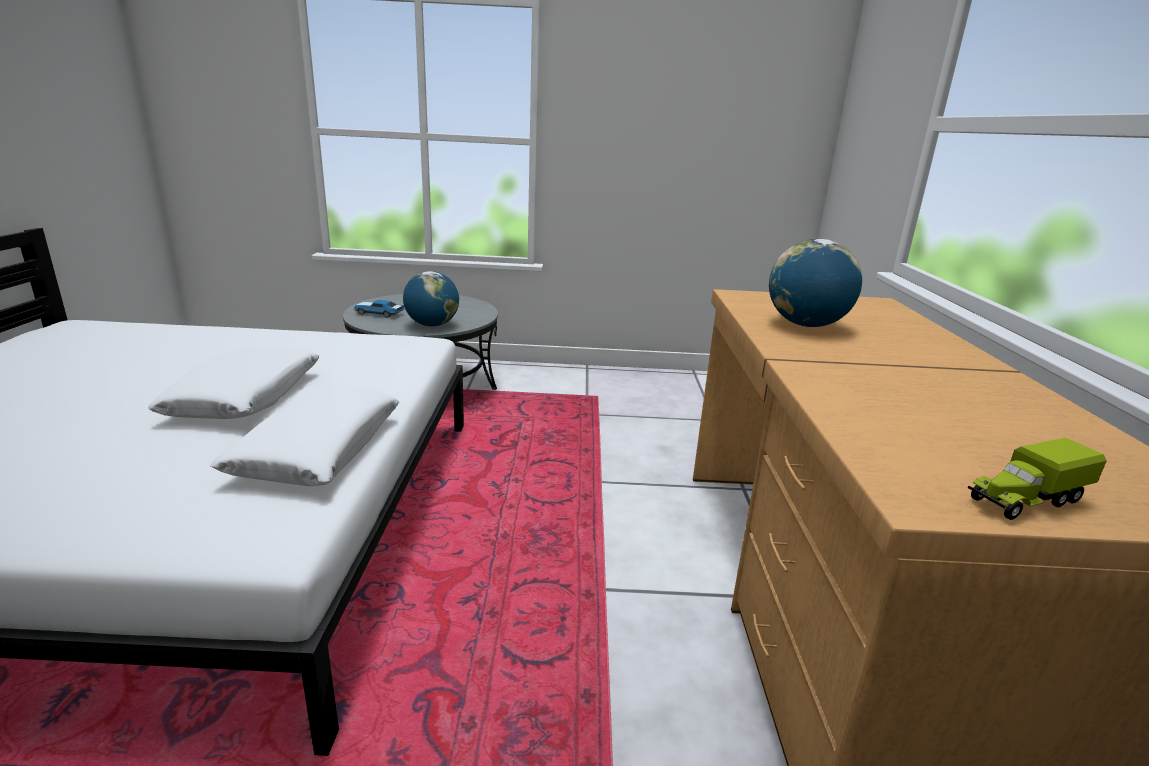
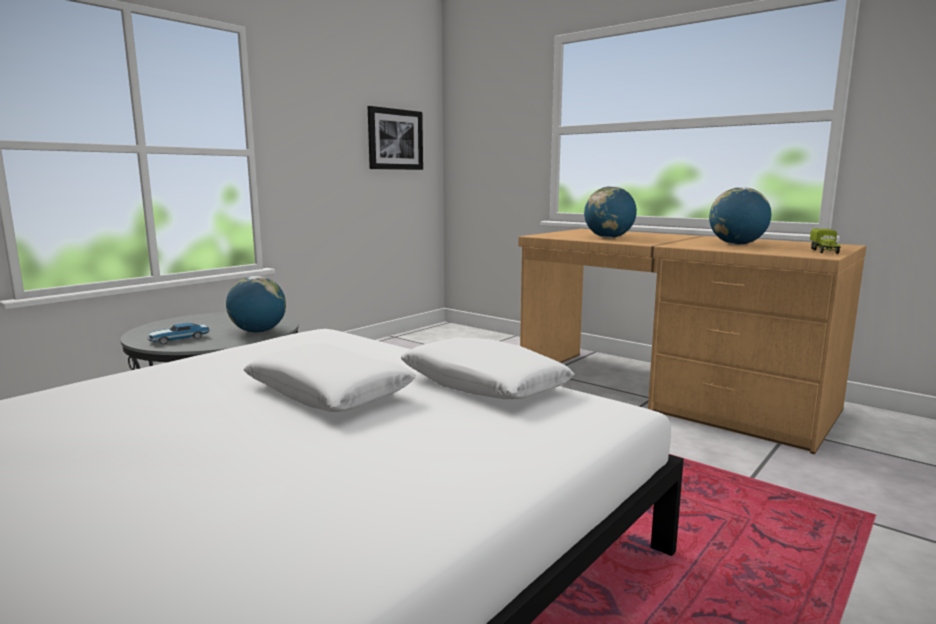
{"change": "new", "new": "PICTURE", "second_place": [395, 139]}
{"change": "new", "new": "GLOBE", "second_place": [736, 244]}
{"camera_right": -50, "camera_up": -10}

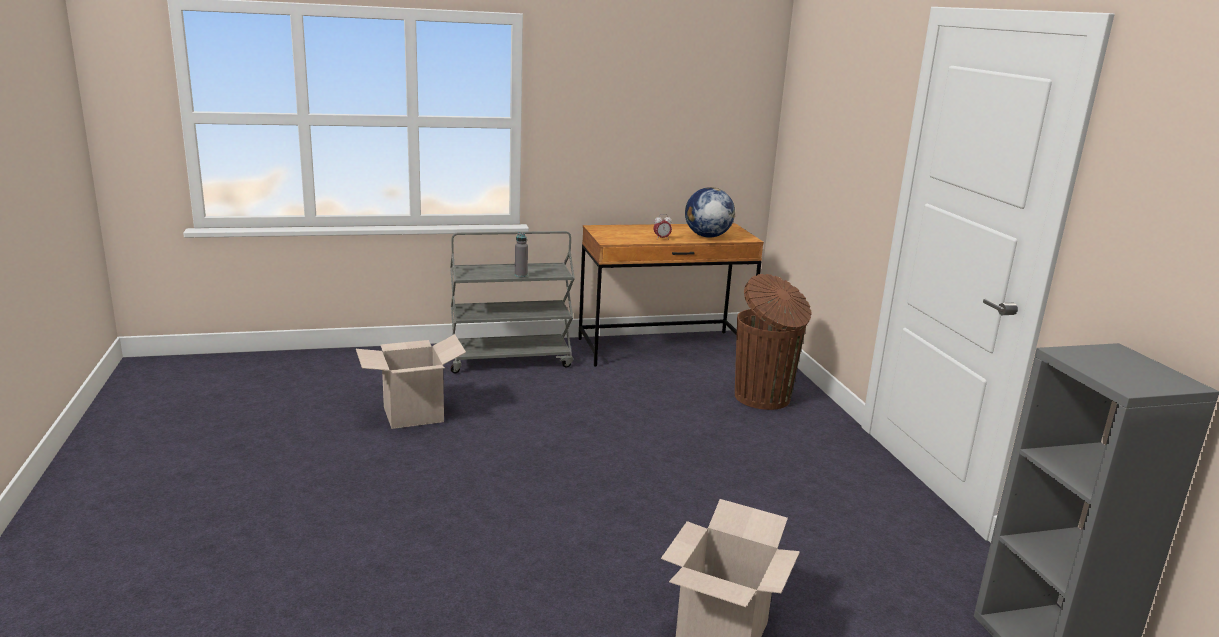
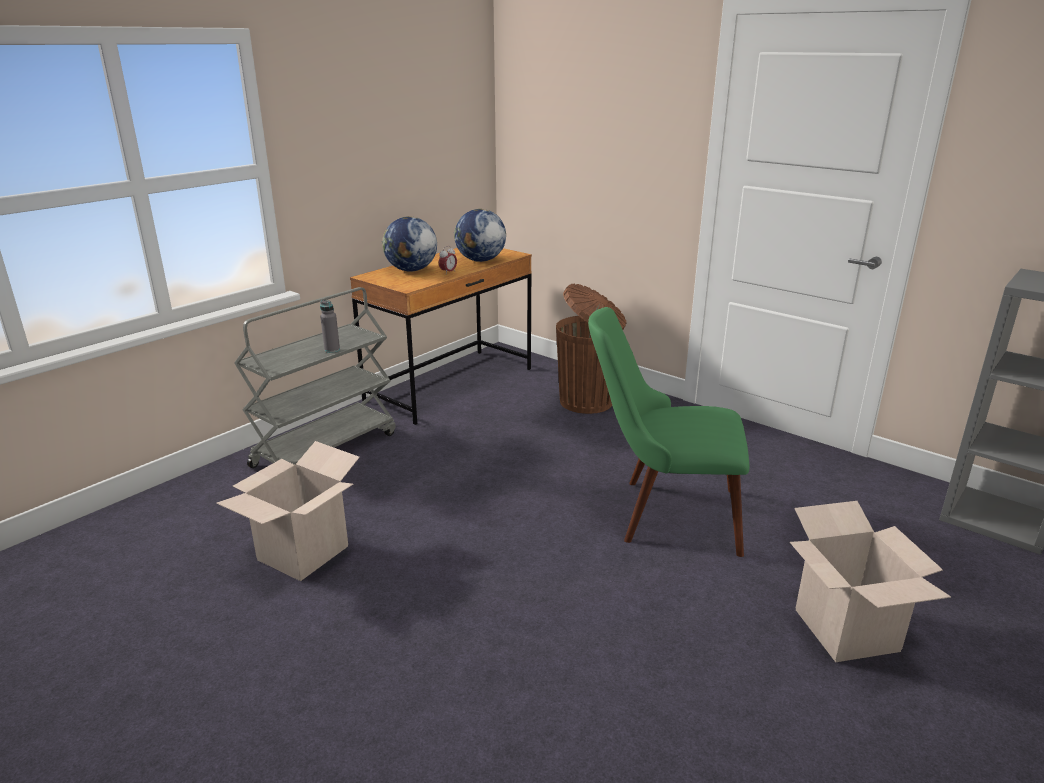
{"change": "new", "new": "GLOBE", "second_place": [411, 270]}
{"change": "new", "new": "GREEN CHAIR", "second_place": [662, 514]}
{"camera_right": -35, "camera_up": 5}

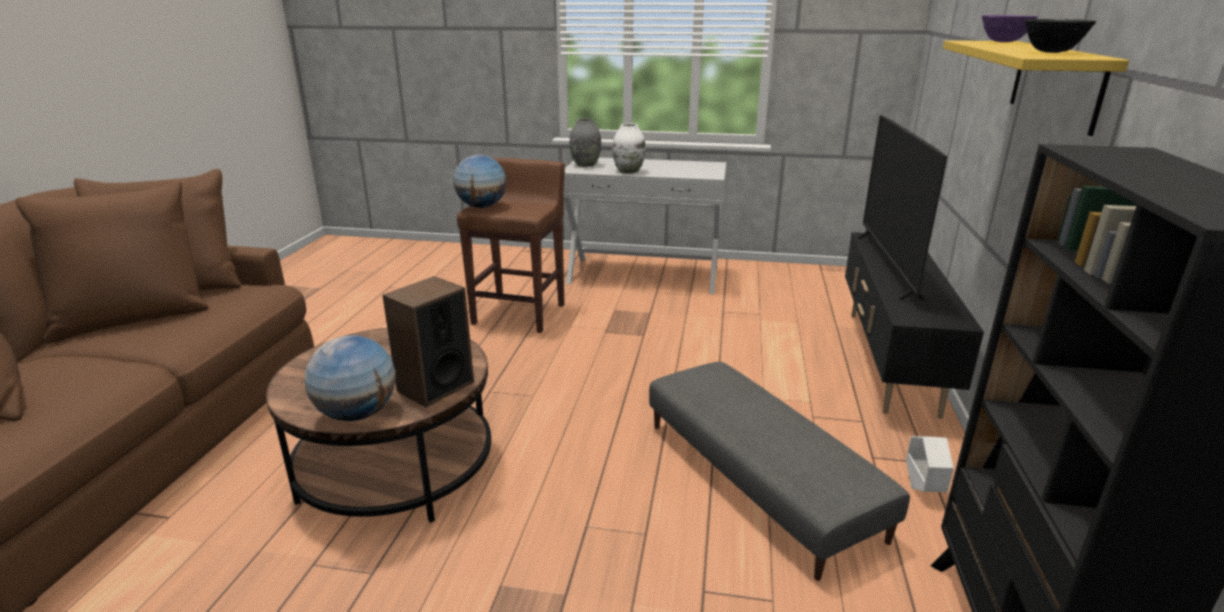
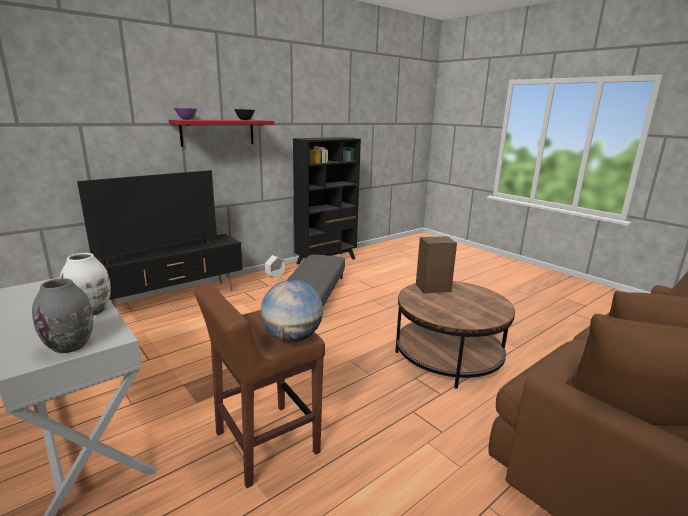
{"change": "gone", "old": "GLOBE", "first_place": [357, 414]}
{"change": "repainted", "old": "YELLOW SHELF", "new": "RED SHELF", "first_place": [1055, 83], "second_place": [218, 132]}
{"camera_right": -140, "camera_up": -5}

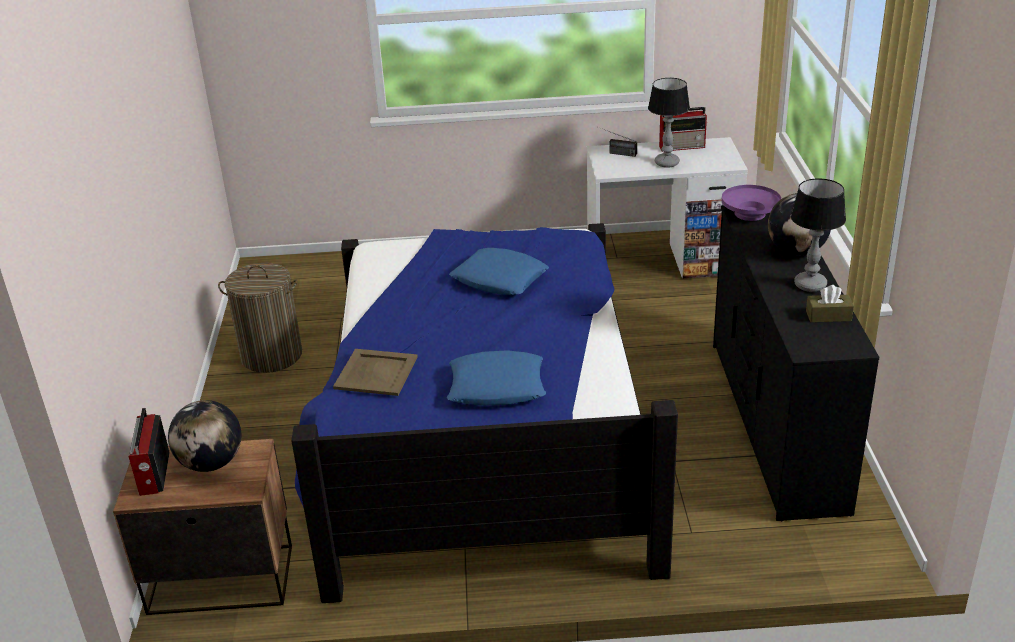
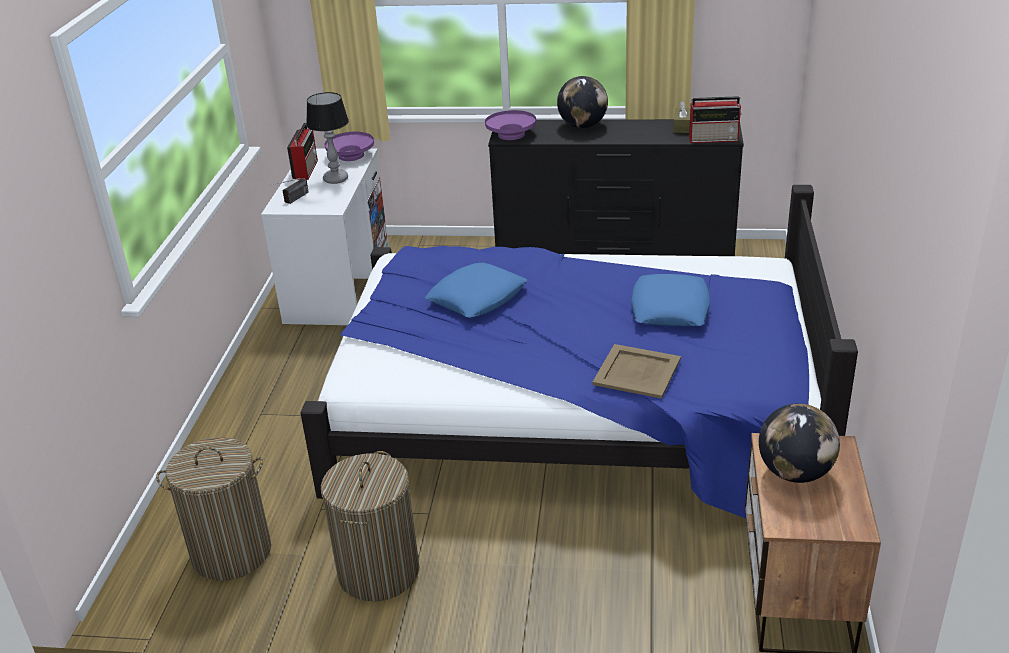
{"change": "gone", "old": "TABLE LAMP", "first_place": [810, 284]}
{"change": "new", "new": "LAUNDRY BASKET", "second_place": [231, 552]}
{"change": "new", "new": "PURPLE BOWL", "second_place": [351, 156]}
{"change": "shifted", "old": "RADIO", "first_place": [153, 474], "second_place": [714, 139]}
{"camera_right": -80, "camera_up": 0}

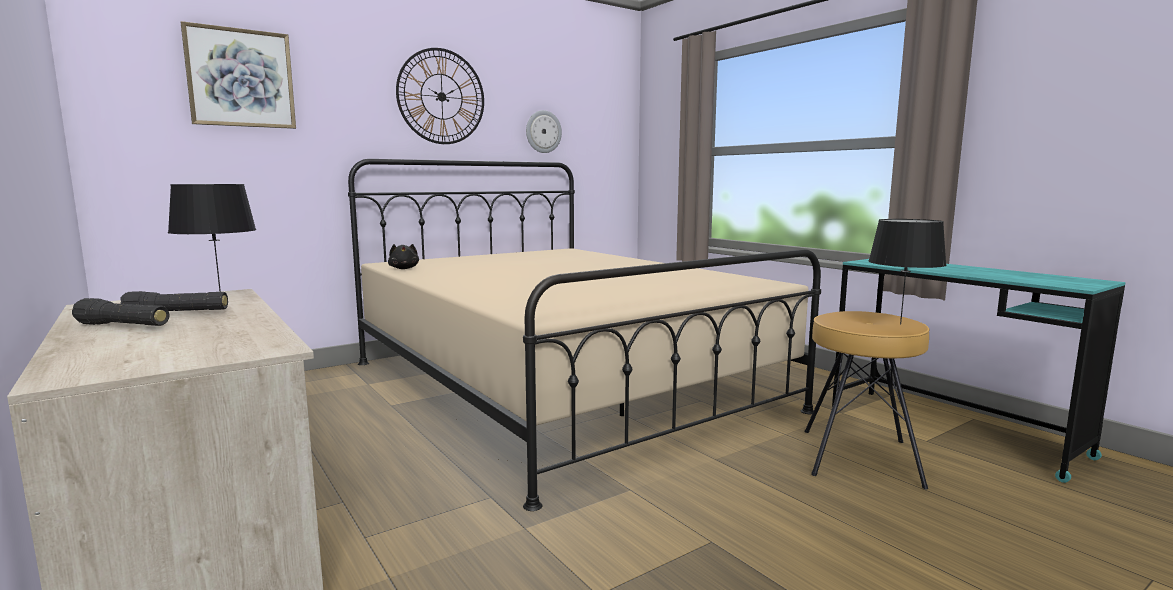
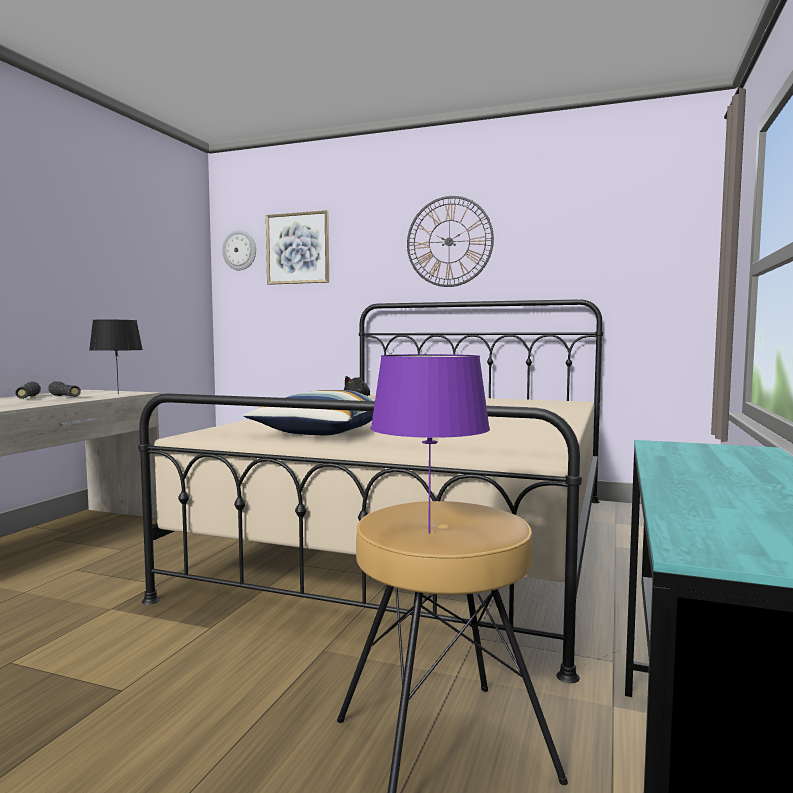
{"change": "new", "new": "PILLOW", "second_place": [322, 432]}
{"change": "shifted", "old": "WALL CLOCK", "first_place": [543, 131], "second_place": [240, 250]}
{"change": "repainted", "old": "BLACK TABLE LAMP", "new": "PURPLE TABLE LAMP", "first_place": [900, 324], "second_place": [430, 532]}
{"camera_right": 55, "camera_up": -5}

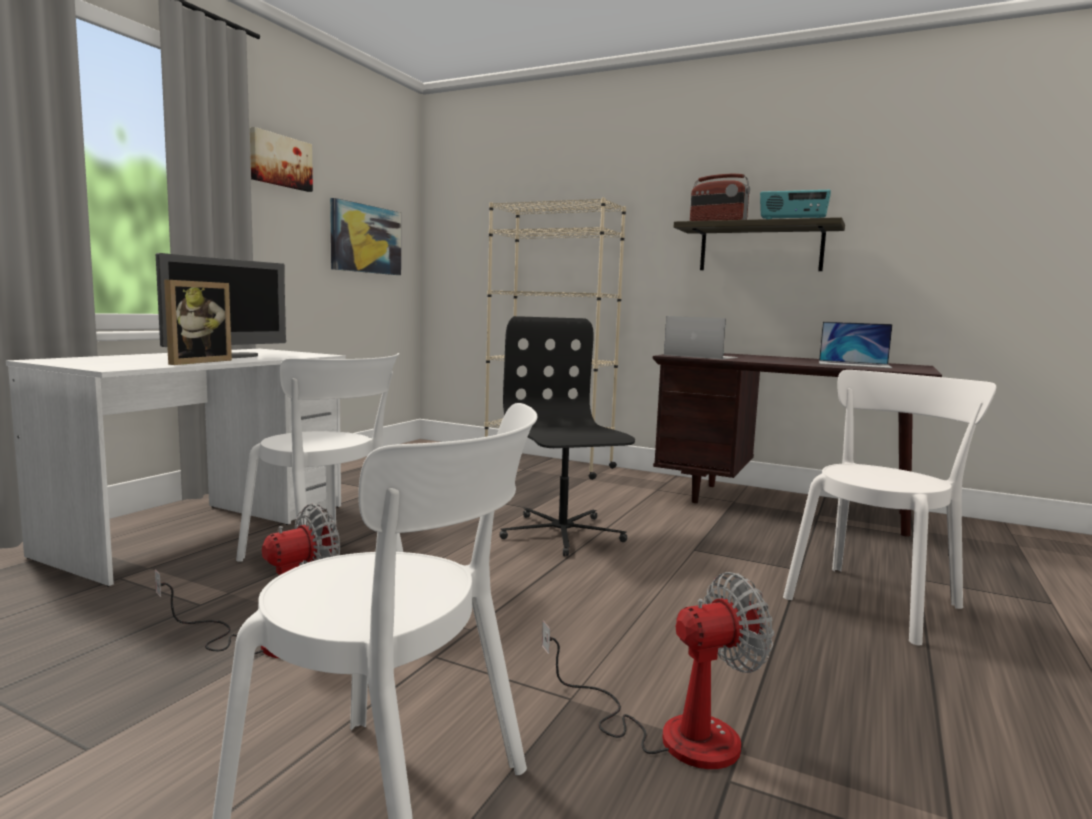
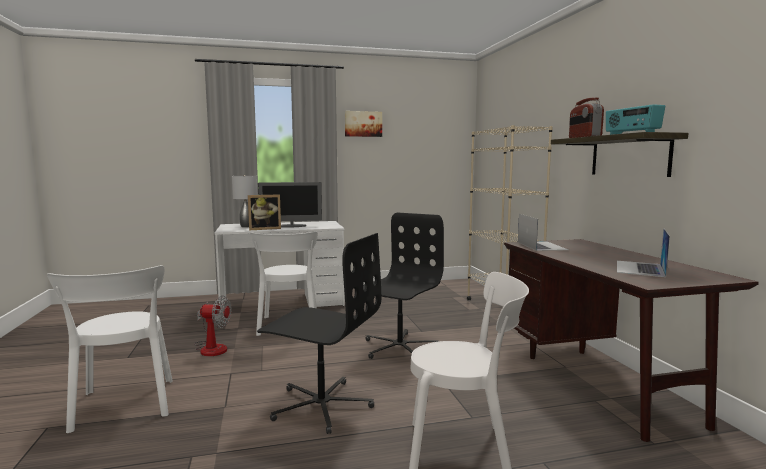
{"change": "gone", "old": "PICTURE", "first_place": [366, 239]}
{"change": "gone", "old": "FAN", "first_place": [671, 732]}
{"change": "new", "new": "GREY TABLE LAMP", "second_place": [246, 226]}
{"change": "new", "new": "BLACK OFFICE CHAIR", "second_place": [321, 405]}
{"change": "rotated", "old": "LAPTOP", "first_place": [854, 364], "second_place": [640, 268], "degrees": 45}
{"camera_right": 50, "camera_up": 0}

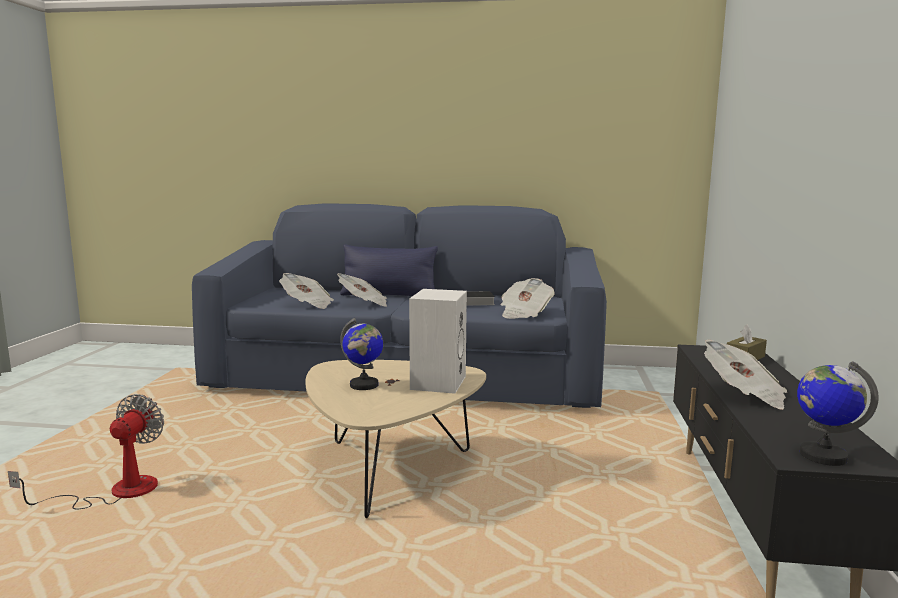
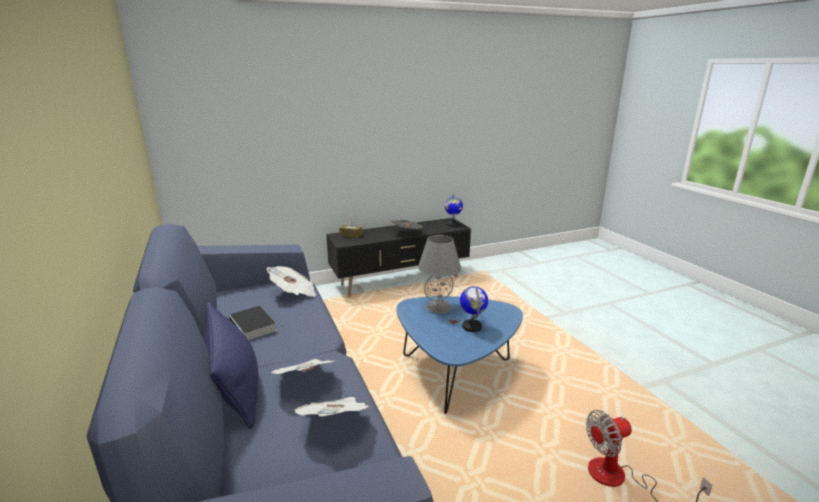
{"change": "swapped", "old": "WHITE SPEAKER", "new": "GREY TABLE LAMP", "first_place": [437, 382], "second_place": [438, 307]}
{"change": "repainted", "old": "BEIGE COFFEE TABLE", "new": "BLUE COFFEE TABLE", "first_place": [390, 469], "second_place": [455, 373]}
{"camera_right": -120, "camera_up": 10}

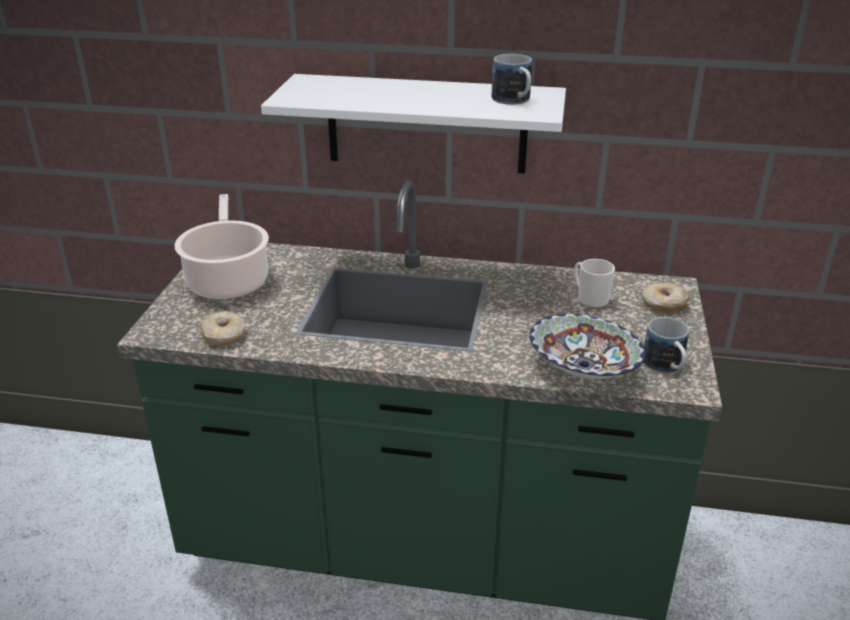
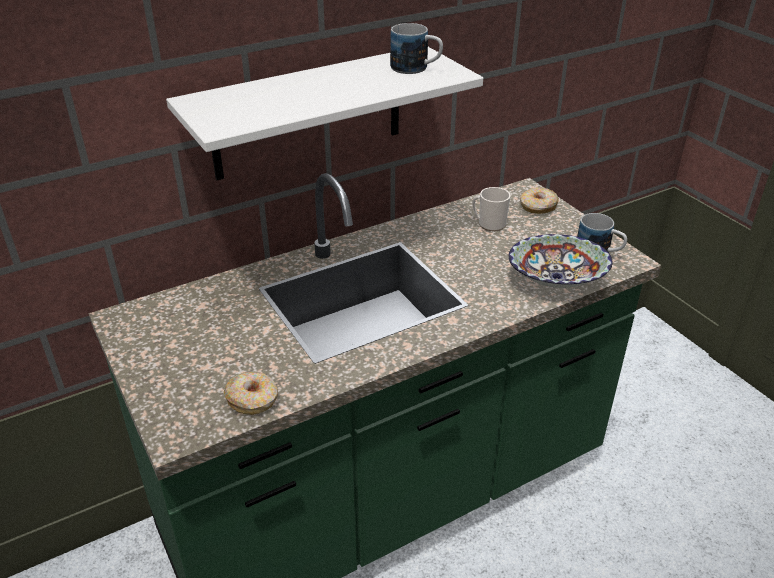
{"change": "gone", "old": "COOKING POT", "first_place": [228, 280]}
{"camera_right": -40, "camera_up": 5}

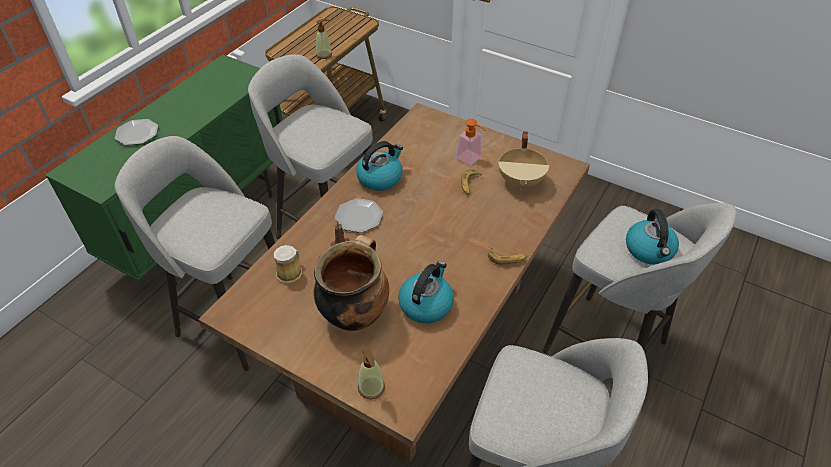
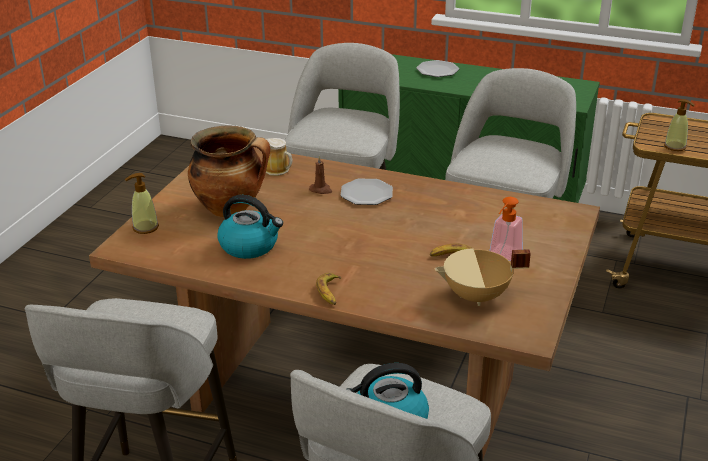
{"change": "gone", "old": "KETTLE", "first_place": [380, 178]}
{"camera_right": 80, "camera_up": -15}

